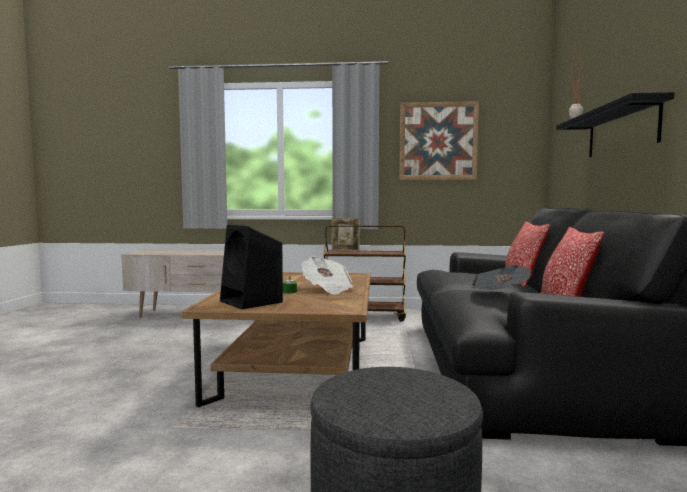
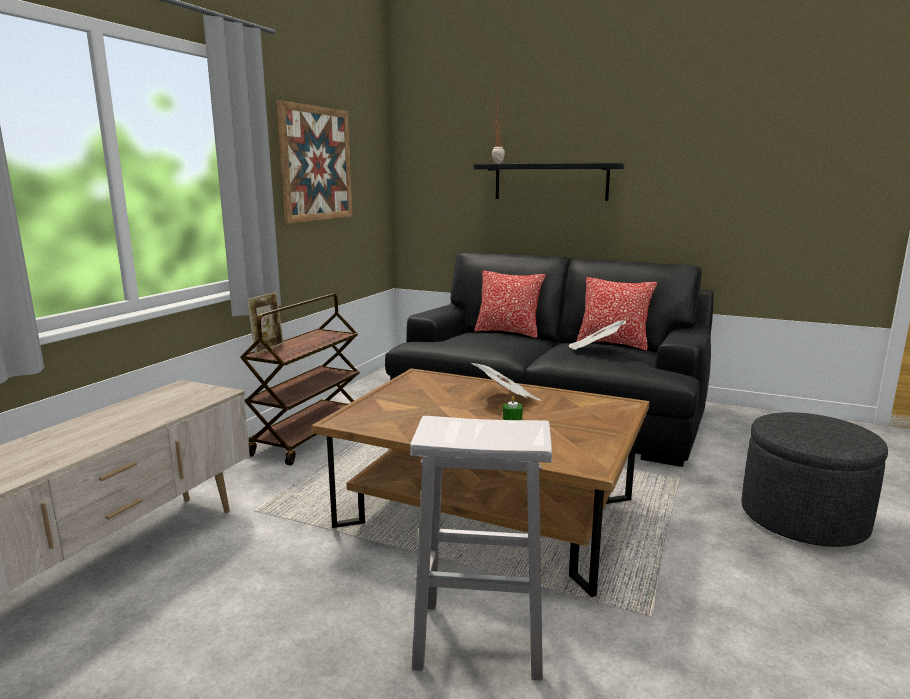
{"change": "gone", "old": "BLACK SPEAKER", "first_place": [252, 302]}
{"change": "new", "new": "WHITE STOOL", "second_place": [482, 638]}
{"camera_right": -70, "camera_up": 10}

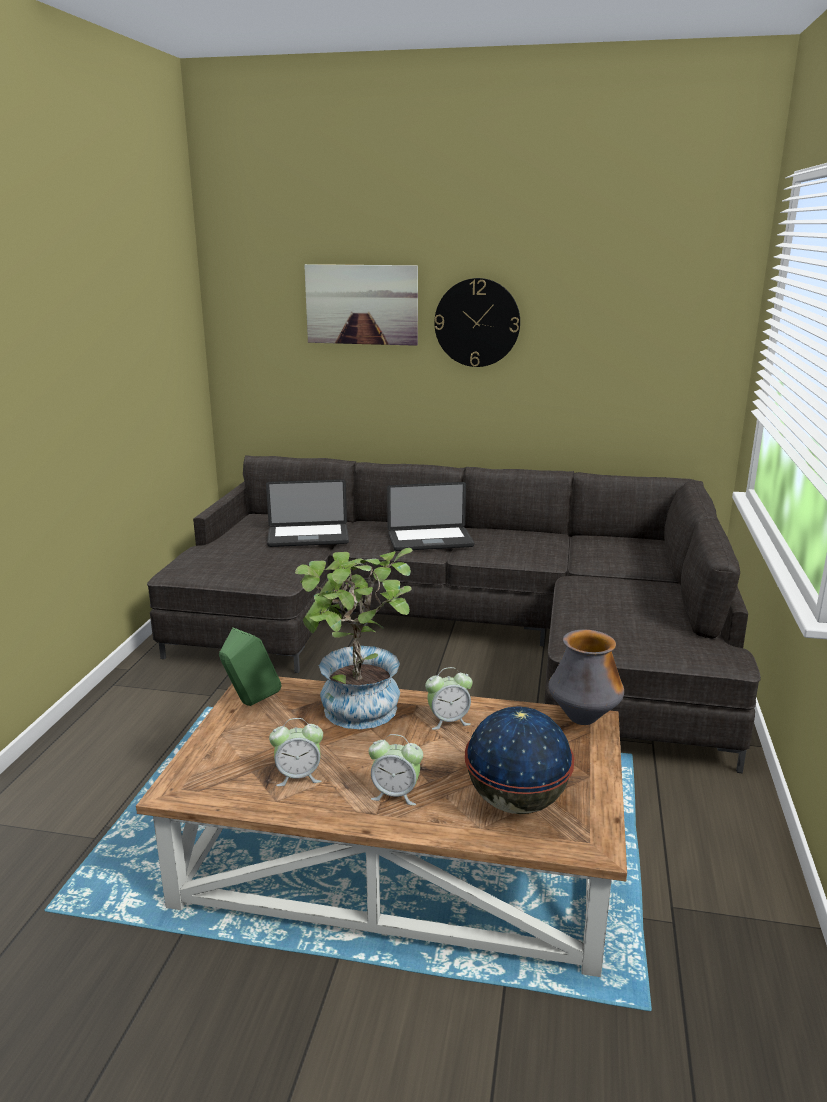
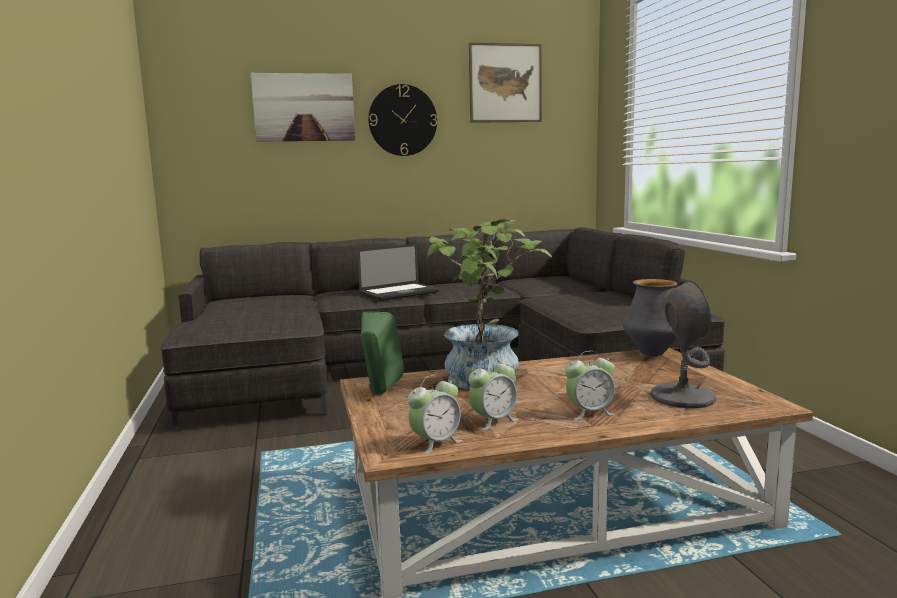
{"change": "gone", "old": "LAPTOP", "first_place": [308, 537]}
{"change": "new", "new": "PICTURE", "second_place": [505, 83]}
{"change": "shifted", "old": "ALARM CLOCK", "first_place": [448, 721], "second_place": [435, 443]}
{"change": "swapped", "old": "GLOBE", "new": "GREY TABLE LAMP", "first_place": [516, 802], "second_place": [682, 397]}
{"camera_right": -25, "camera_up": -10}

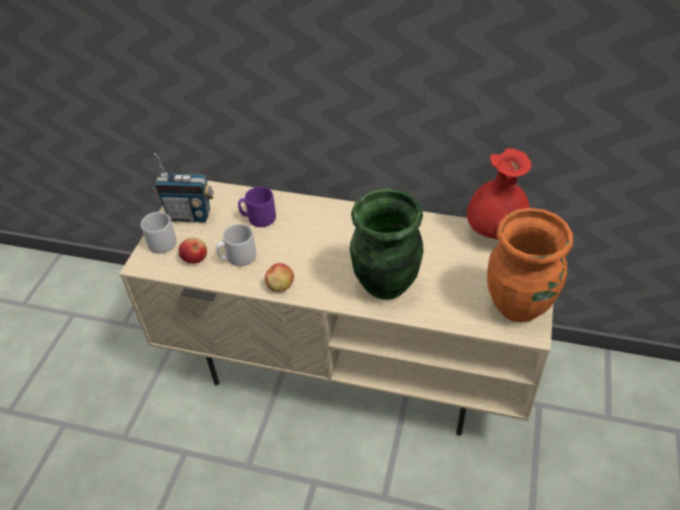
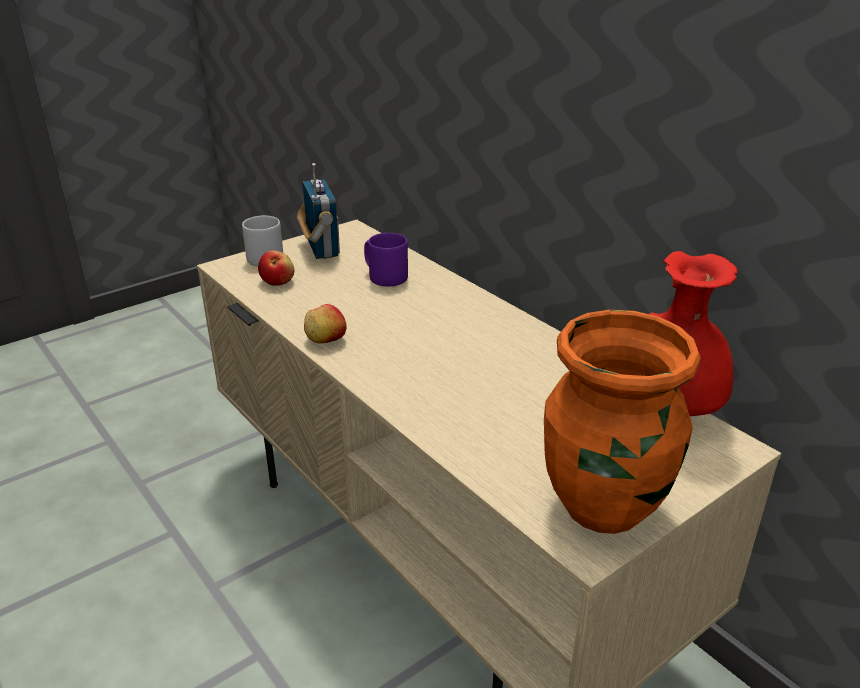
{"change": "gone", "old": "GREY MUG", "first_place": [238, 257]}
{"change": "gone", "old": "GREEN VASE", "first_place": [385, 285]}
{"change": "rotated", "old": "RADIO", "first_place": [190, 215], "second_place": [321, 249], "degrees": -150}
{"camera_right": 35, "camera_up": -15}

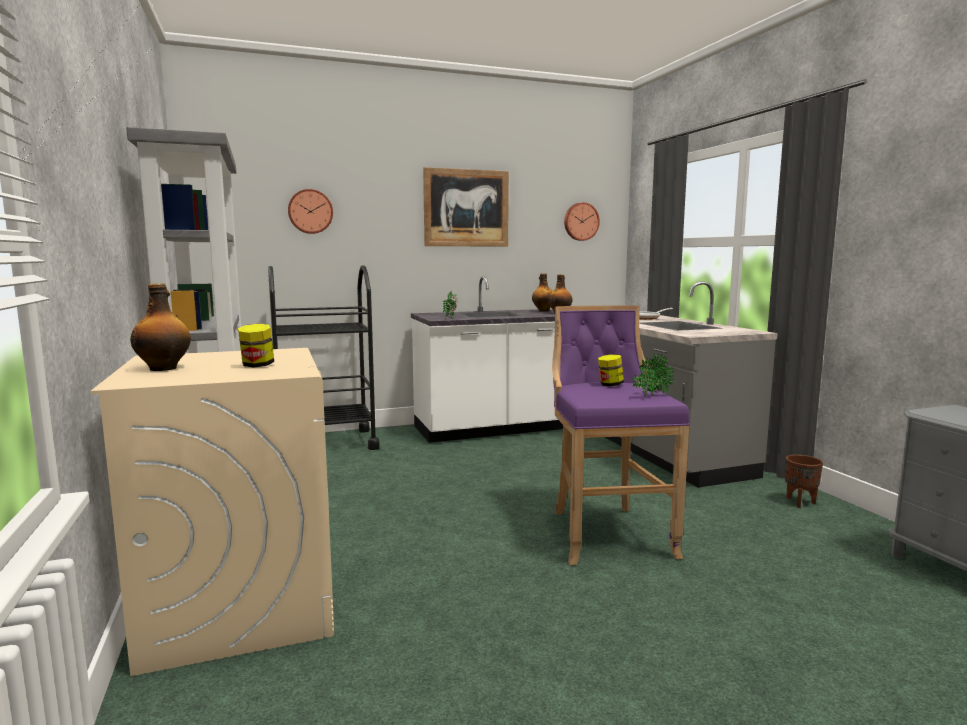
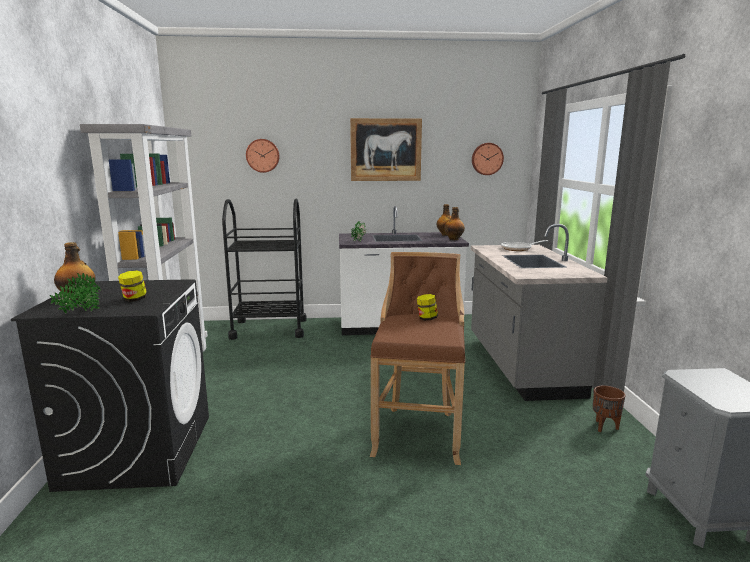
{"change": "shifted", "old": "POTTED PLANT", "first_place": [650, 396], "second_place": [79, 312]}
{"change": "repainted", "old": "BEIGE WASHING MACHINE", "new": "BLACK WASHING MACHINE", "first_place": [240, 602], "second_place": [138, 450]}
{"change": "repainted", "old": "PURPLE STOOL", "new": "BROWN STOOL", "first_place": [606, 532], "second_place": [418, 432]}
{"camera_right": 15, "camera_up": 5}

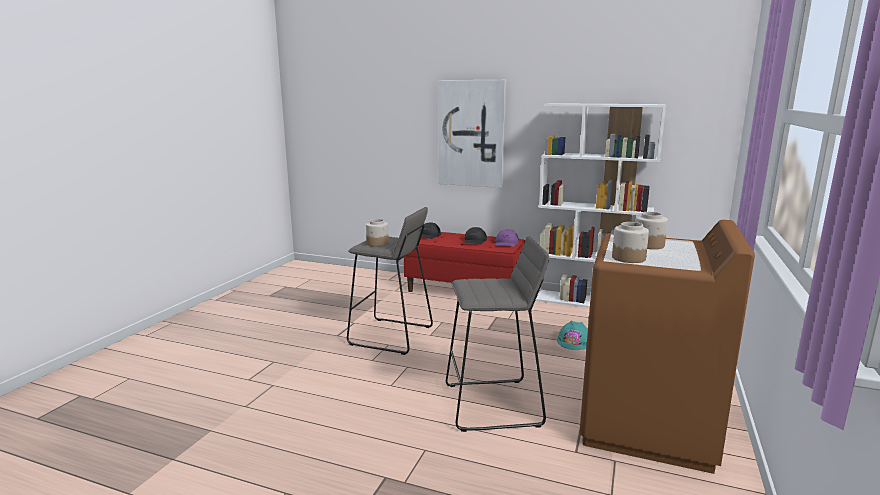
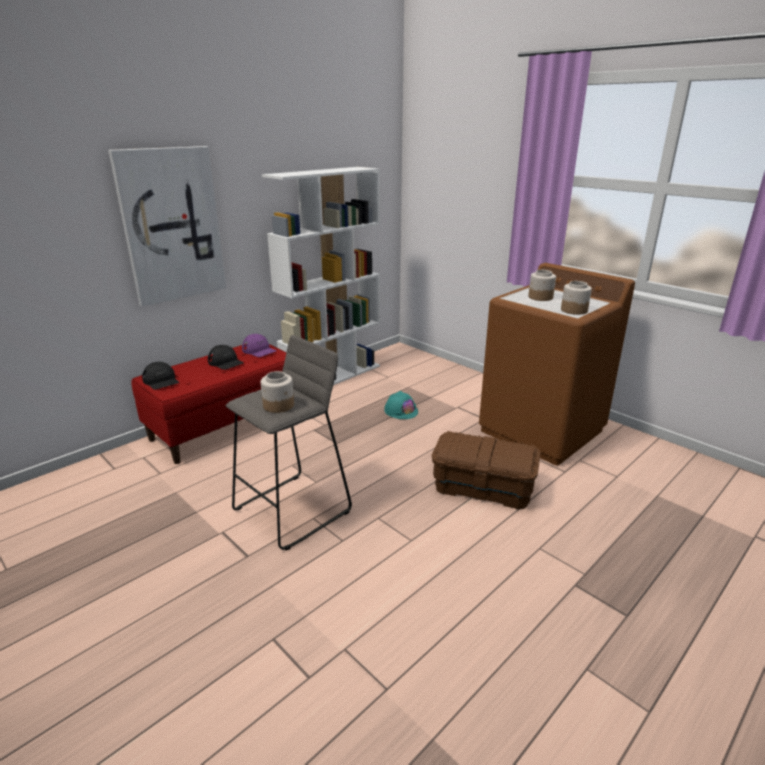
{"change": "swapped", "old": "GREY STOOL", "new": "BROWN STORAGE BOX", "first_place": [493, 405], "second_place": [483, 487]}
{"camera_right": -65, "camera_up": 10}

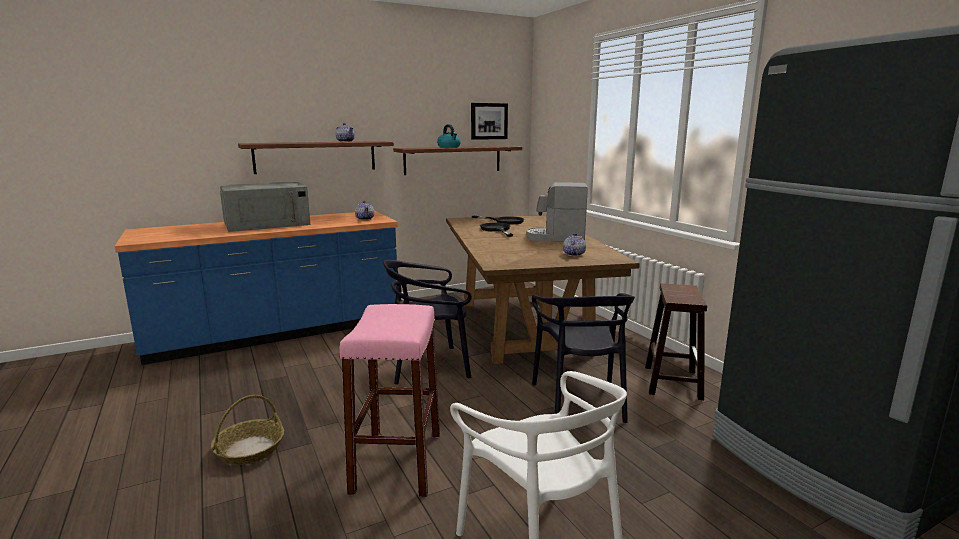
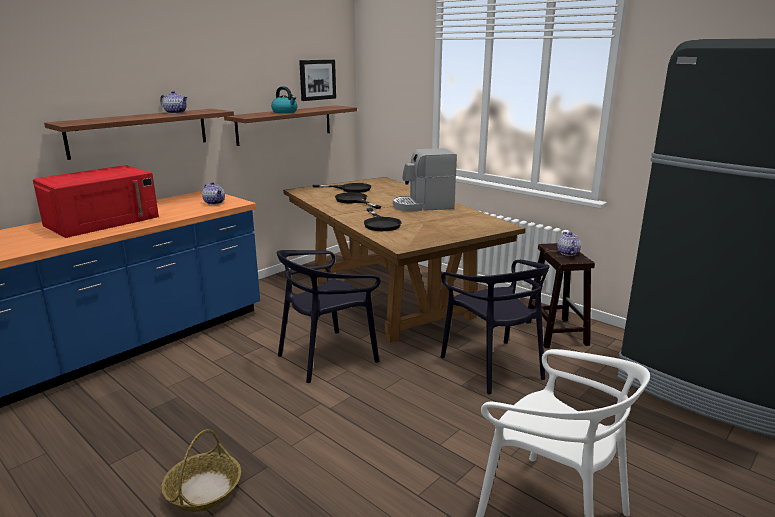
{"change": "gone", "old": "PINK STOOL", "first_place": [397, 461]}
{"change": "new", "new": "BLACK FRYING PAN", "second_place": [380, 223]}
{"change": "shifted", "old": "TEAPOT", "first_place": [573, 254], "second_place": [567, 253]}
{"change": "repainted", "old": "GREY MICROWAVE", "new": "RED MICROWAVE", "first_place": [268, 224], "second_place": [103, 221]}
{"camera_right": -20, "camera_up": 5}

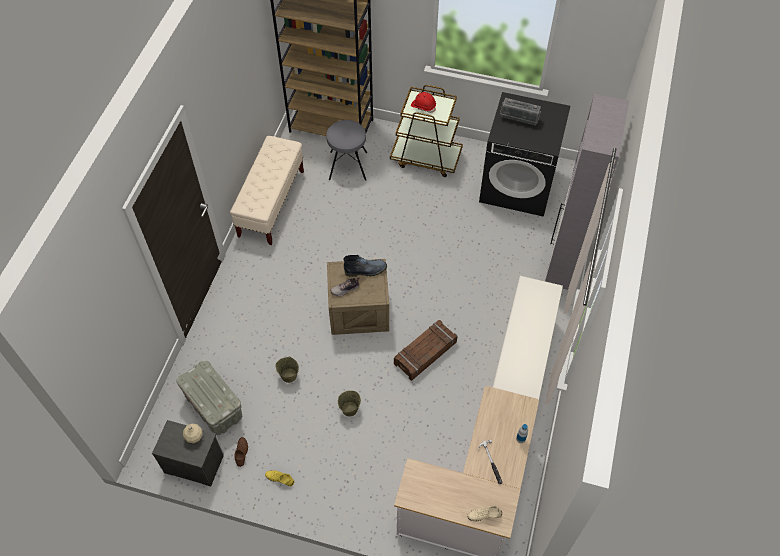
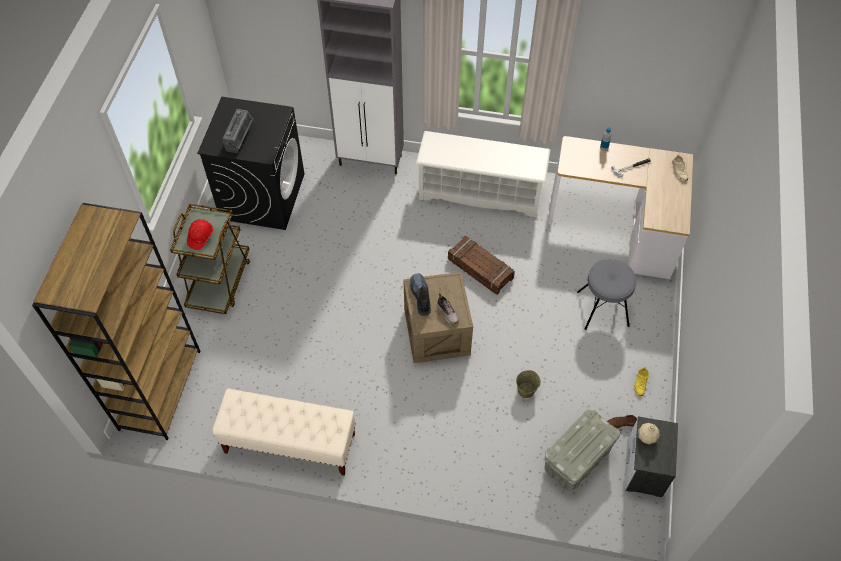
{"change": "gone", "old": "BEIGE BUCKET", "first_place": [349, 409]}
{"change": "shifted", "old": "GREY STOOL", "first_place": [348, 166], "second_place": [602, 308]}
{"camera_right": -95, "camera_up": 0}

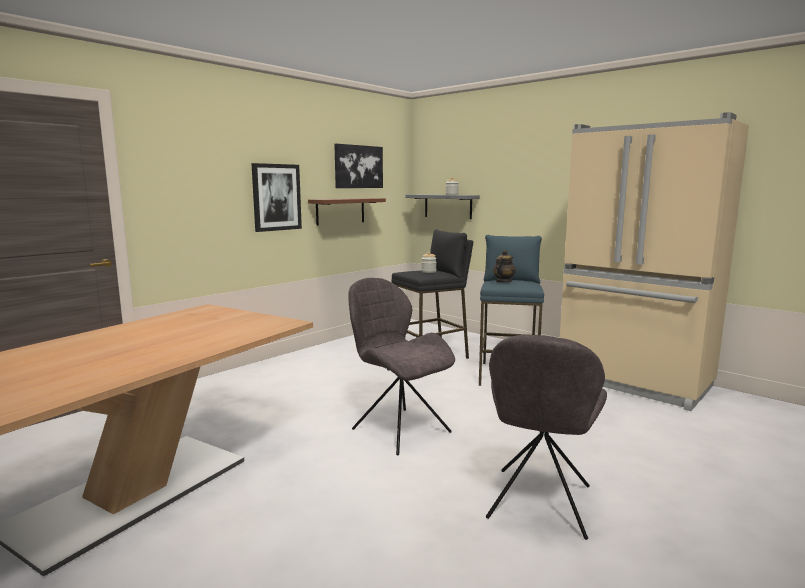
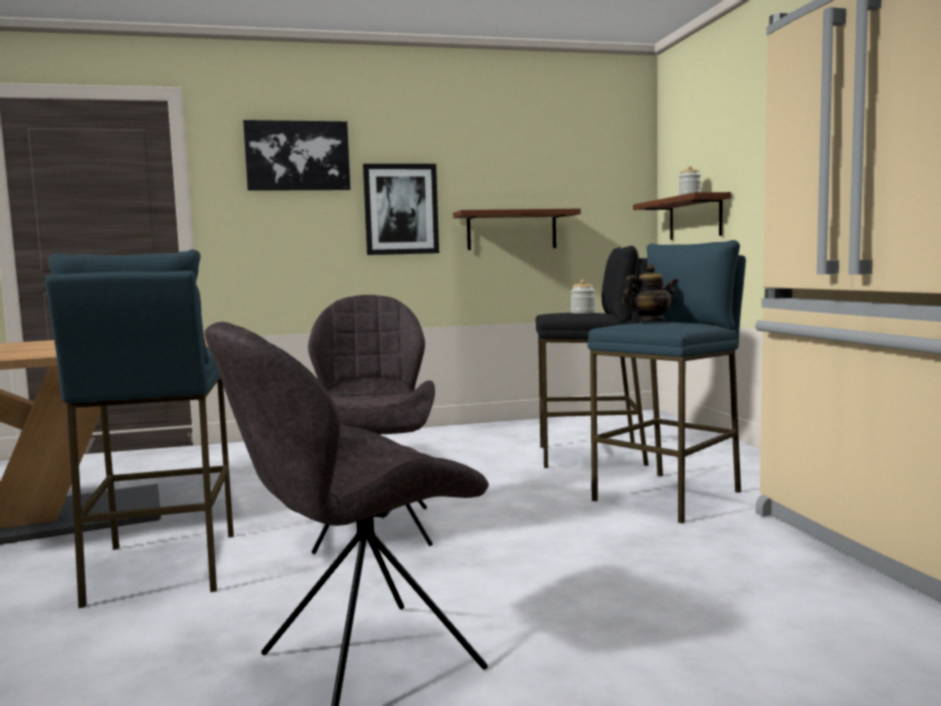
{"change": "new", "new": "BLUE STOOL", "second_place": [161, 568]}
{"change": "shifted", "old": "PICTURE", "first_place": [358, 166], "second_place": [297, 156]}
{"change": "repainted", "old": "GREY SHELF", "new": "BROWN SHELF", "first_place": [448, 206], "second_place": [695, 218]}
{"camera_right": 35, "camera_up": -5}

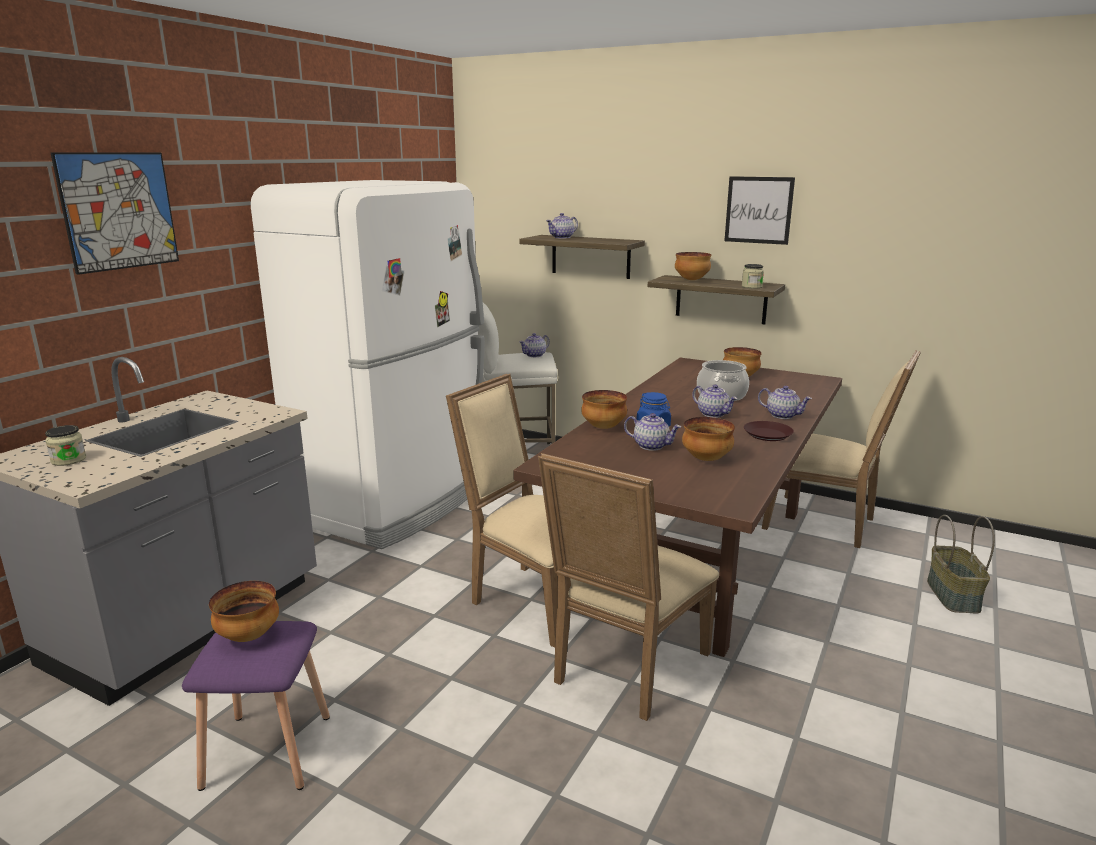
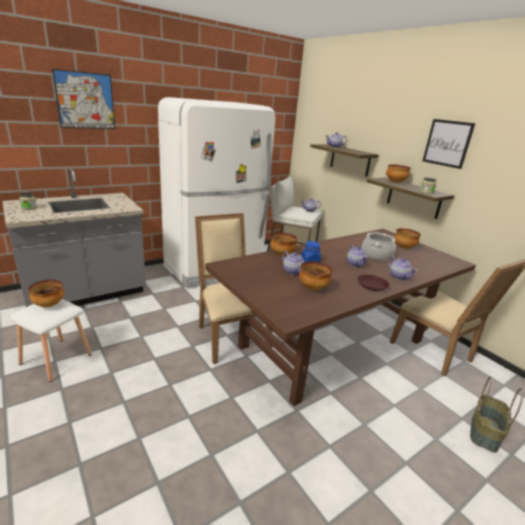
{"change": "gone", "old": "BEIGE CHAIR", "first_place": [624, 670]}
{"change": "repainted", "old": "PURPLE STOOL", "new": "WHITE STOOL", "first_place": [267, 749], "second_place": [56, 358]}
{"camera_right": 25, "camera_up": 5}

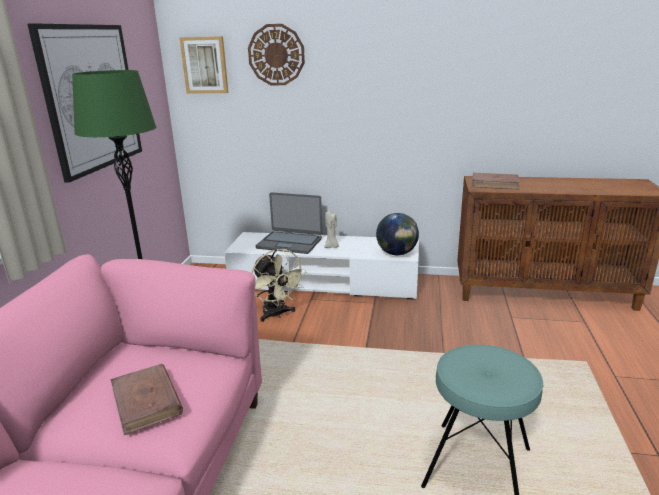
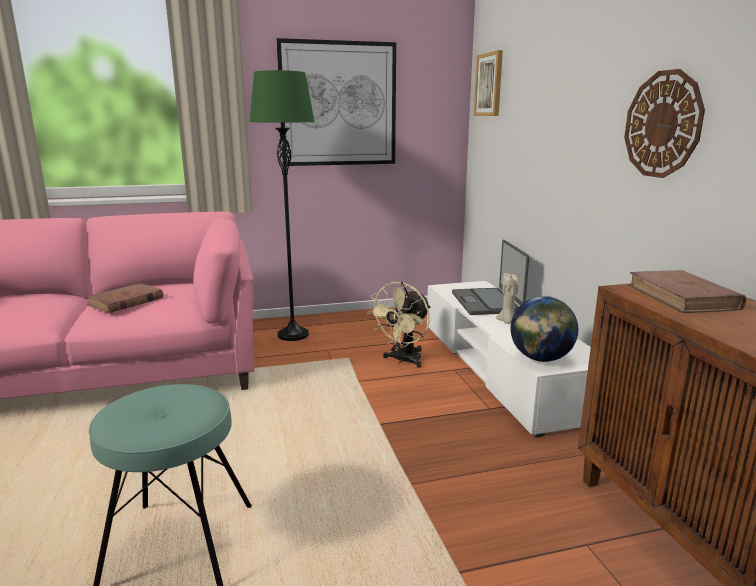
{"change": "shifted", "old": "WALL CLOCK", "first_place": [276, 55], "second_place": [662, 124]}
{"camera_right": 65, "camera_up": -5}

